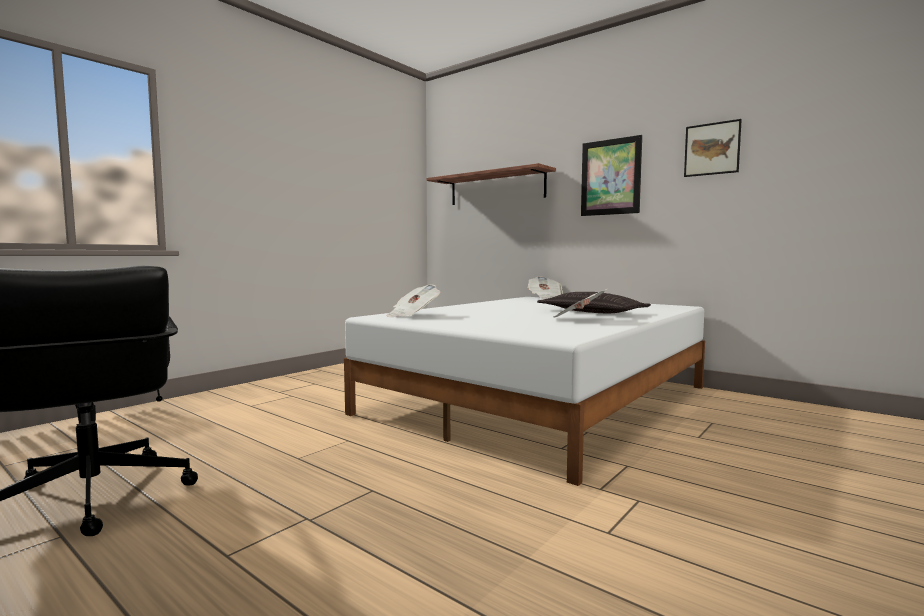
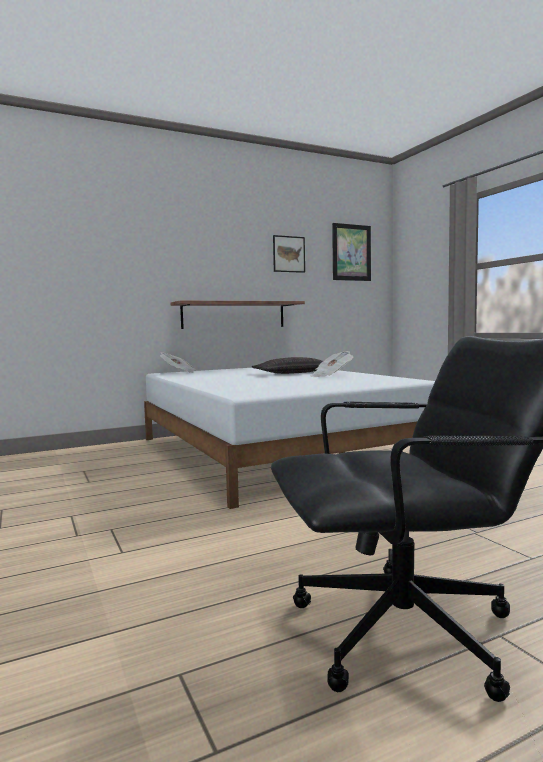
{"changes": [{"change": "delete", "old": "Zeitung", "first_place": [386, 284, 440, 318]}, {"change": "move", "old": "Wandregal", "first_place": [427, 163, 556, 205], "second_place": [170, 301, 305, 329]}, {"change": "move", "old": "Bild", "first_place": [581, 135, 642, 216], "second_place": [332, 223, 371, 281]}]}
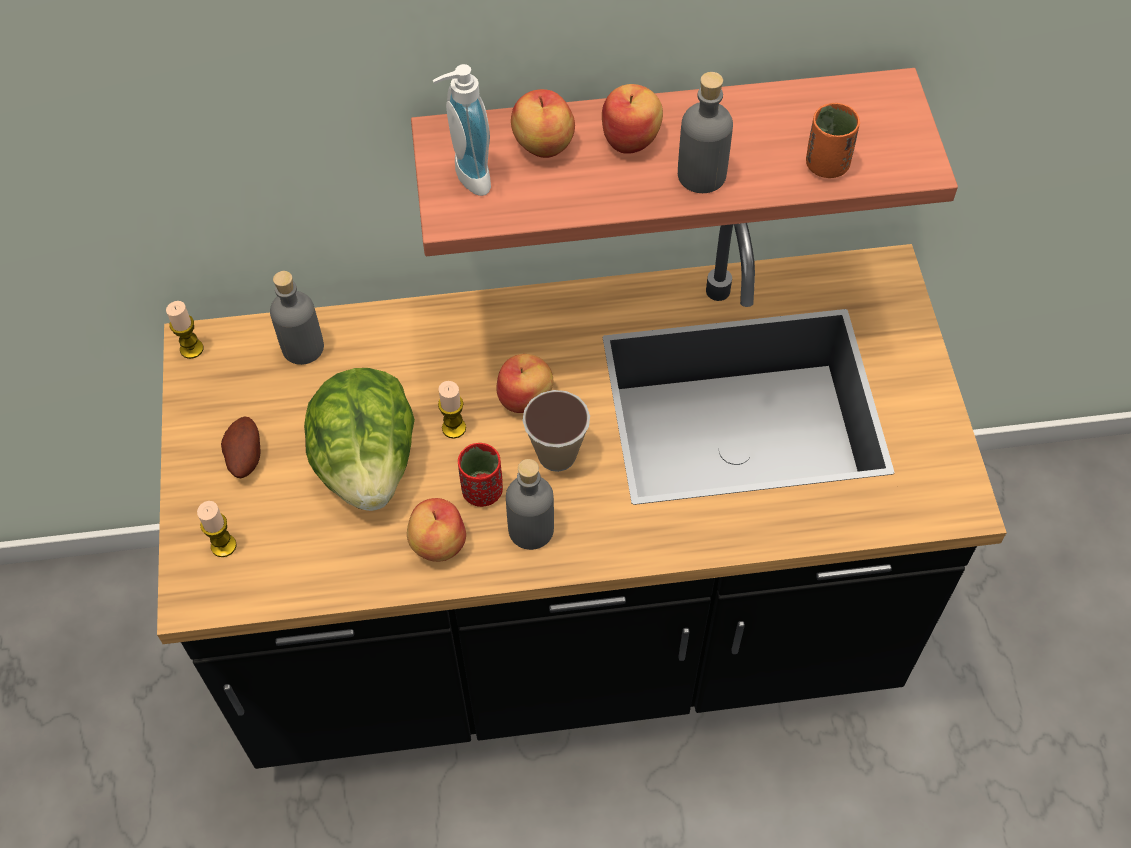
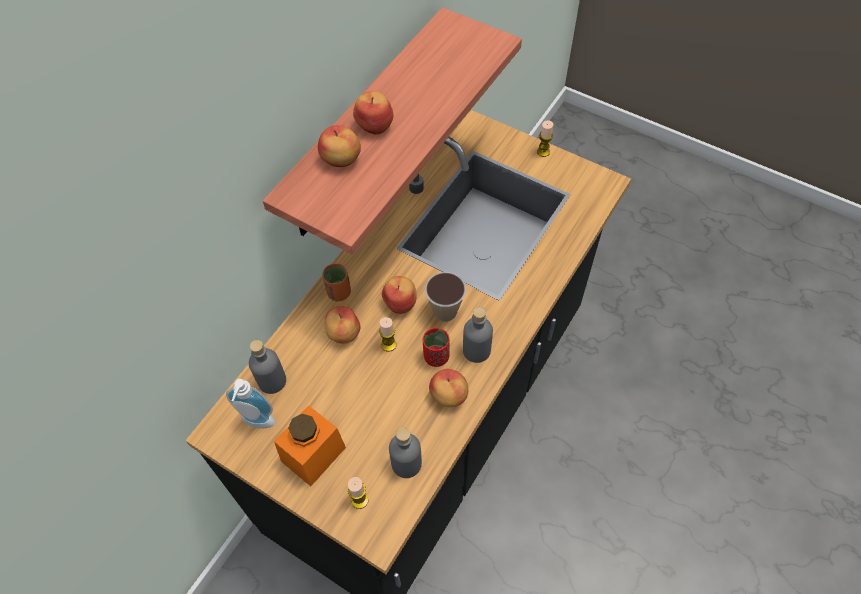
{"changes": [{"change": "move", "old": "Kerze", "first_place": [166, 301, 203, 359], "second_place": [537, 120, 553, 157]}, {"change": "replace", "old": "Kartoffel", "new": "Vorratsglas (orange)", "first_place": [221, 416, 260, 478], "second_place": [274, 405, 346, 486]}, {"change": "delete", "old": "Salatkopf", "first_place": [304, 368, 415, 511]}, {"change": "move", "old": "Seifenspender", "first_place": [433, 64, 491, 196], "second_place": [226, 379, 275, 429]}, {"change": "move", "old": "Flasche (grau)", "first_place": [678, 72, 733, 193], "second_place": [389, 427, 422, 478]}, {"change": "move", "old": "Tasse (orange)", "first_place": [806, 103, 860, 178], "second_place": [322, 263, 351, 302]}, {"change": "insert", "new": "Apfel", "second_place": [325, 306, 360, 344]}]}
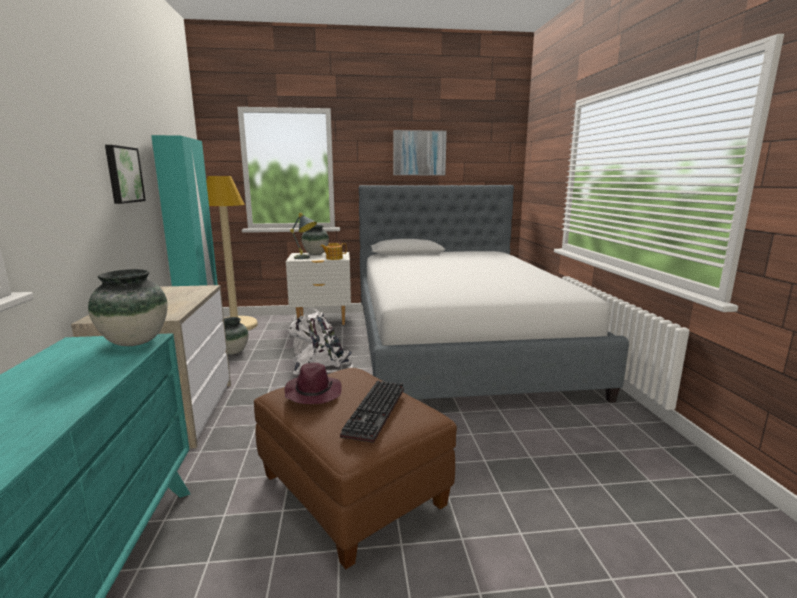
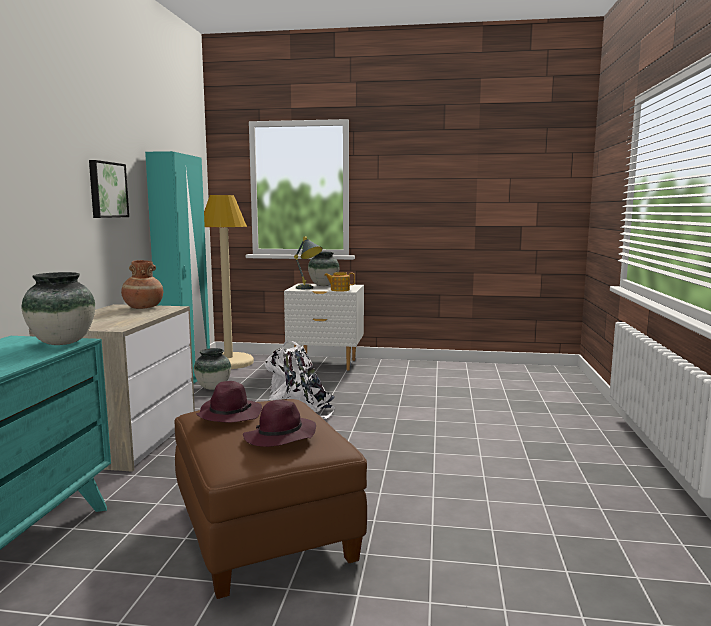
{"changes": [{"change": "replace", "old": "Tastatur", "new": "Hut (lila)", "first_place": [340, 380, 404, 443], "second_place": [243, 400, 316, 447]}, {"change": "delete", "old": "Bett", "first_place": [359, 185, 629, 403]}, {"change": "delete", "old": "Bild", "first_place": [393, 130, 447, 175]}, {"change": "insert", "new": "Vase (braun)", "second_place": [121, 260, 163, 309]}]}
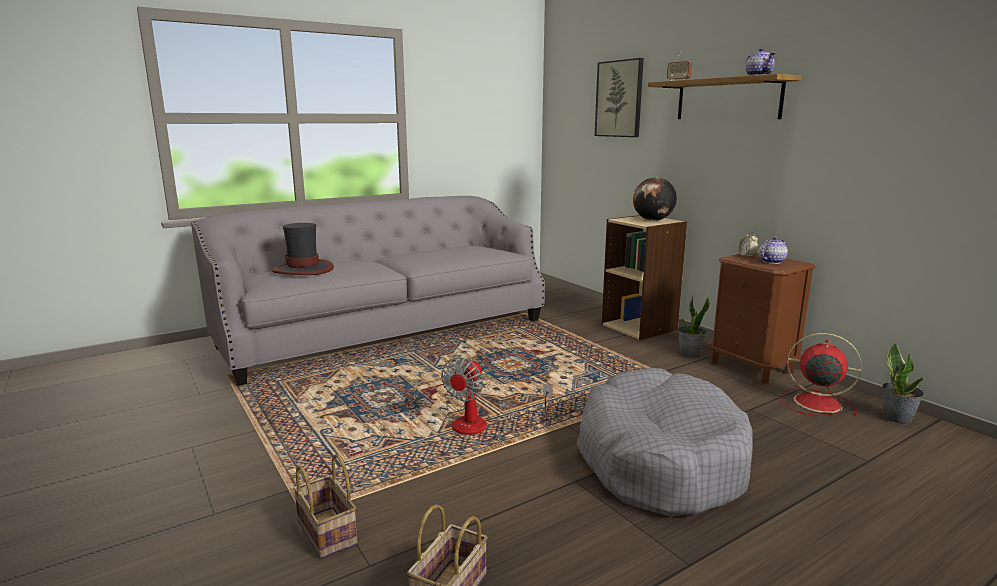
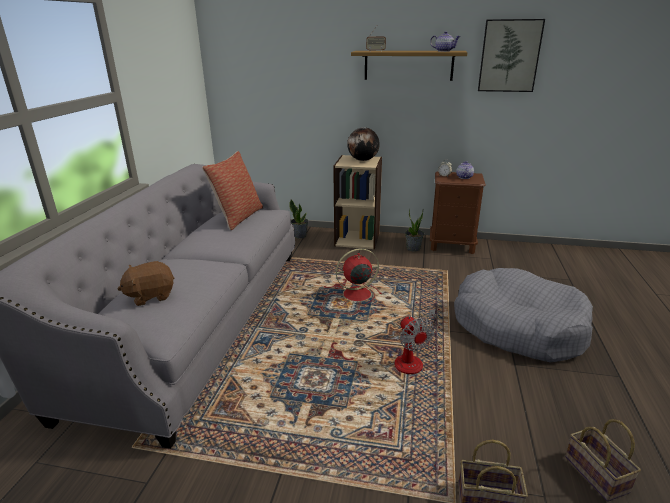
{"changes": [{"change": "replace", "old": "Hut", "new": "Plüschtier (braun)", "first_place": [272, 223, 334, 275], "second_place": [118, 261, 174, 306]}, {"change": "move", "old": "Bild", "first_place": [595, 58, 644, 137], "second_place": [478, 19, 545, 92]}, {"change": "move", "old": "Ventilator (rot)", "first_place": [782, 333, 862, 416], "second_place": [336, 248, 382, 305]}, {"change": "move", "old": "Topfpflanze", "first_place": [882, 342, 924, 425], "second_place": [289, 199, 309, 239]}, {"change": "insert", "new": "Kissen", "second_place": [202, 151, 263, 230]}]}
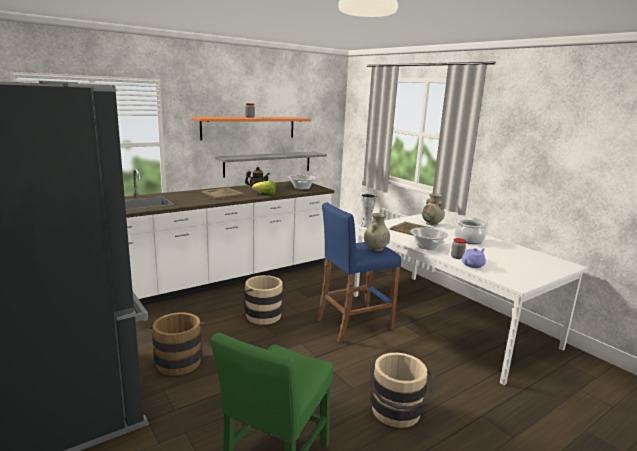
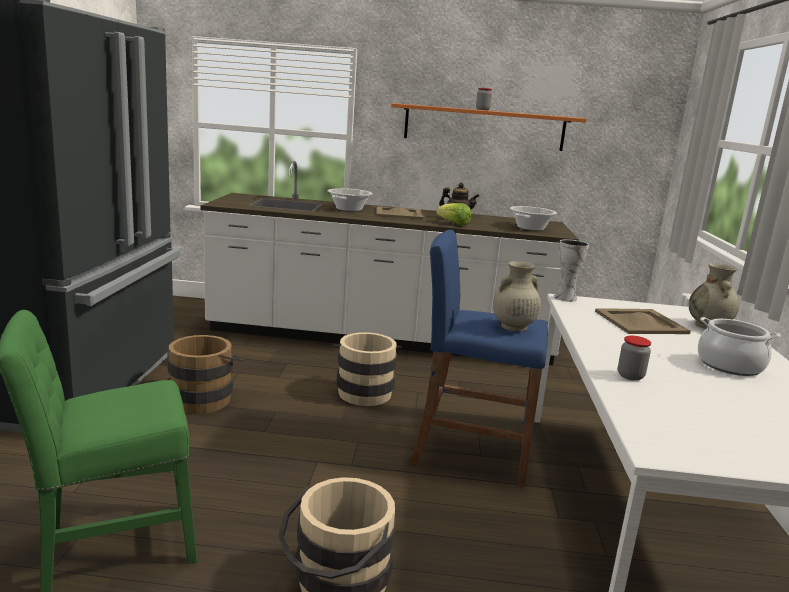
{"changes": [{"change": "delete", "old": "Wandregal (grau)", "first_place": [215, 152, 327, 178]}, {"change": "move", "old": "Kochtopf", "first_place": [410, 227, 448, 250], "second_place": [328, 188, 372, 211]}, {"change": "delete", "old": "Teekanne (lila)", "first_place": [462, 248, 486, 268]}]}
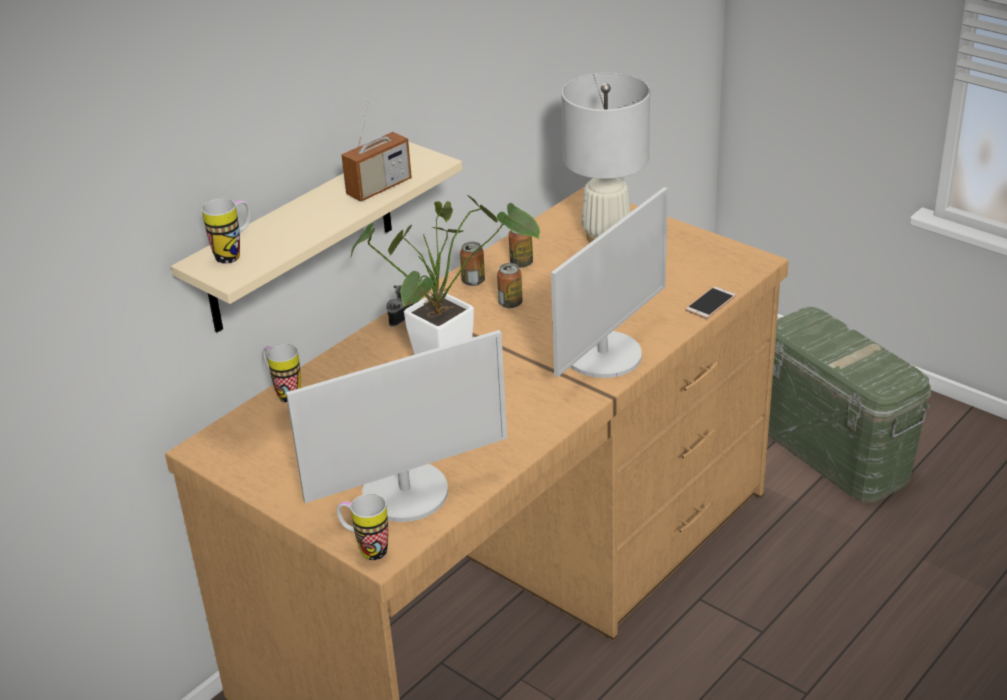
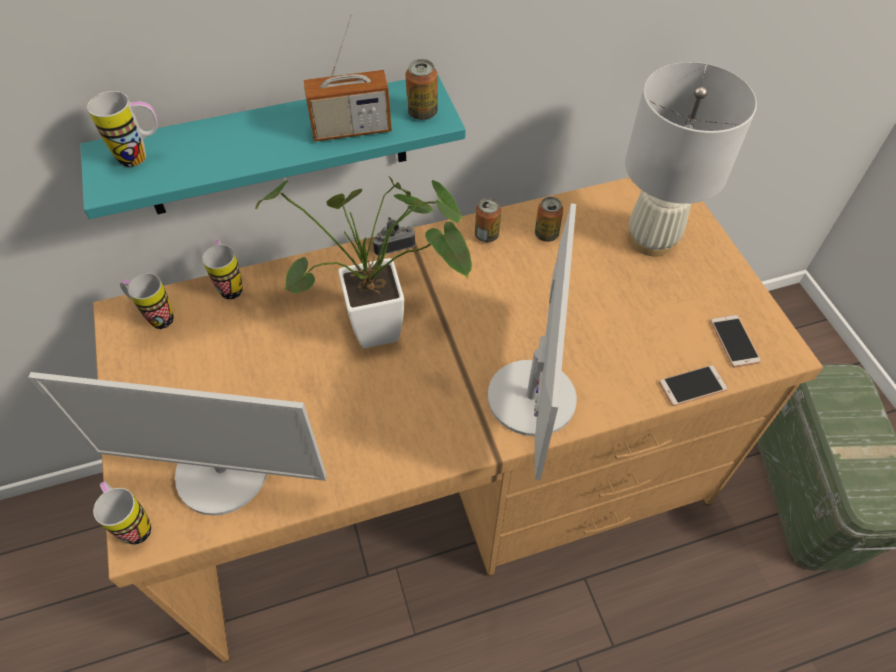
{"changes": [{"change": "recolor", "old": "Wandregal (beige)", "new": "Wandregal (türkis)", "first_place": [171, 141, 463, 332], "second_place": [80, 74, 466, 219]}, {"change": "move", "old": "Dose", "first_place": [497, 263, 522, 308], "second_place": [406, 59, 438, 120]}, {"change": "rotate", "old": "Monitor", "first_place": [551, 187, 668, 378], "second_place": [488, 203, 577, 480], "degrees": -60}, {"change": "insert", "new": "Henkelbecher", "second_place": [120, 274, 174, 329]}, {"change": "insert", "new": "Handy", "second_place": [710, 315, 761, 367]}]}
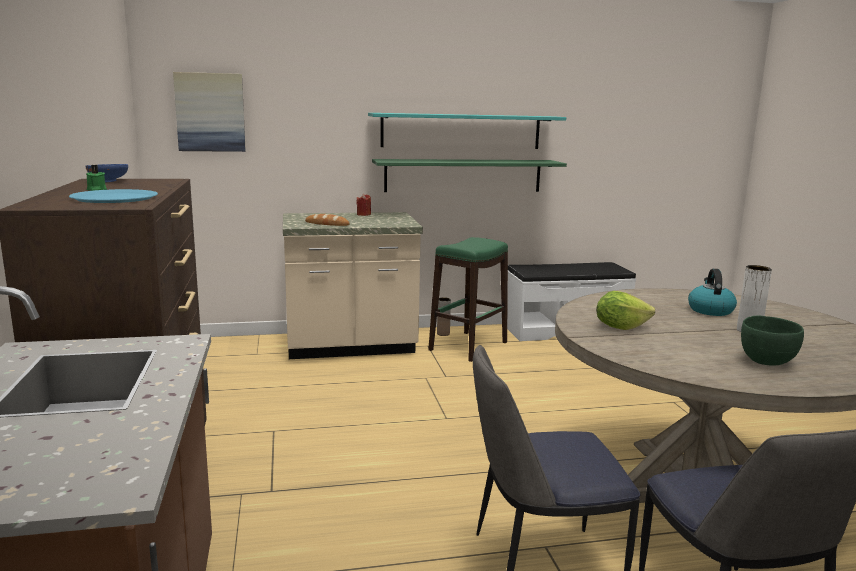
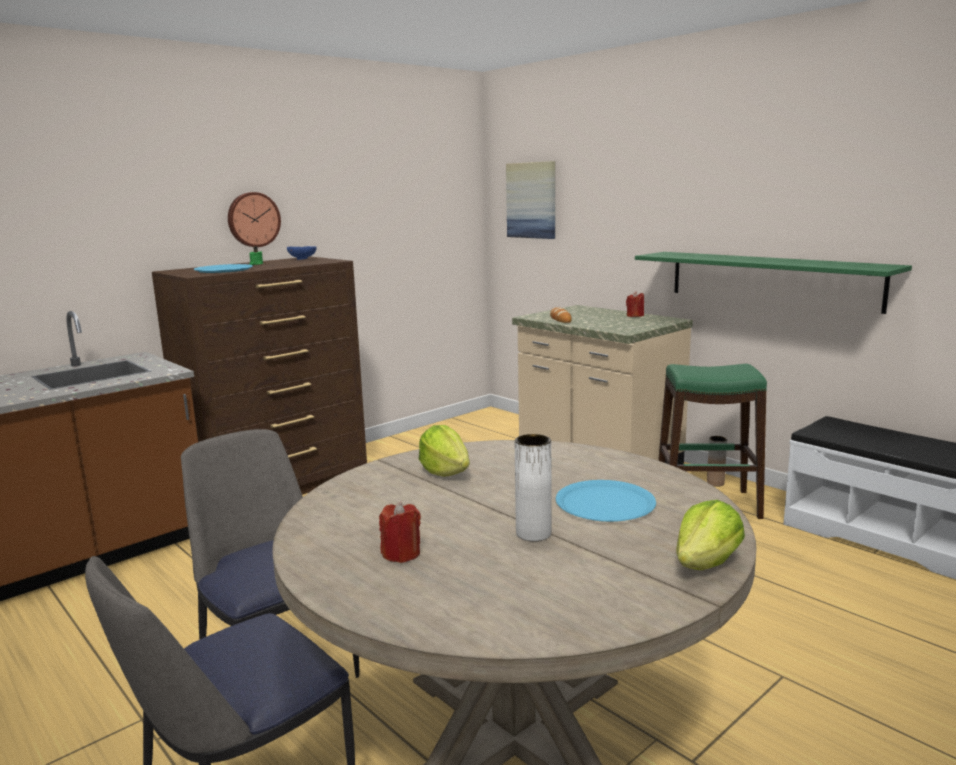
{"changes": [{"change": "delete", "old": "Wandregal (türkis)", "first_place": [368, 113, 566, 149]}, {"change": "replace", "old": "Wasserkessel", "new": "Teller (blau)", "first_place": [688, 269, 737, 316], "second_place": [556, 480, 656, 522]}, {"change": "replace", "old": "Schüssel (grün)", "new": "Kerze (rot)", "first_place": [741, 316, 804, 366], "second_place": [379, 502, 421, 563]}, {"change": "insert", "new": "Wanduhr", "second_place": [228, 192, 281, 247]}, {"change": "insert", "new": "Salatkopf", "second_place": [676, 500, 745, 570]}]}
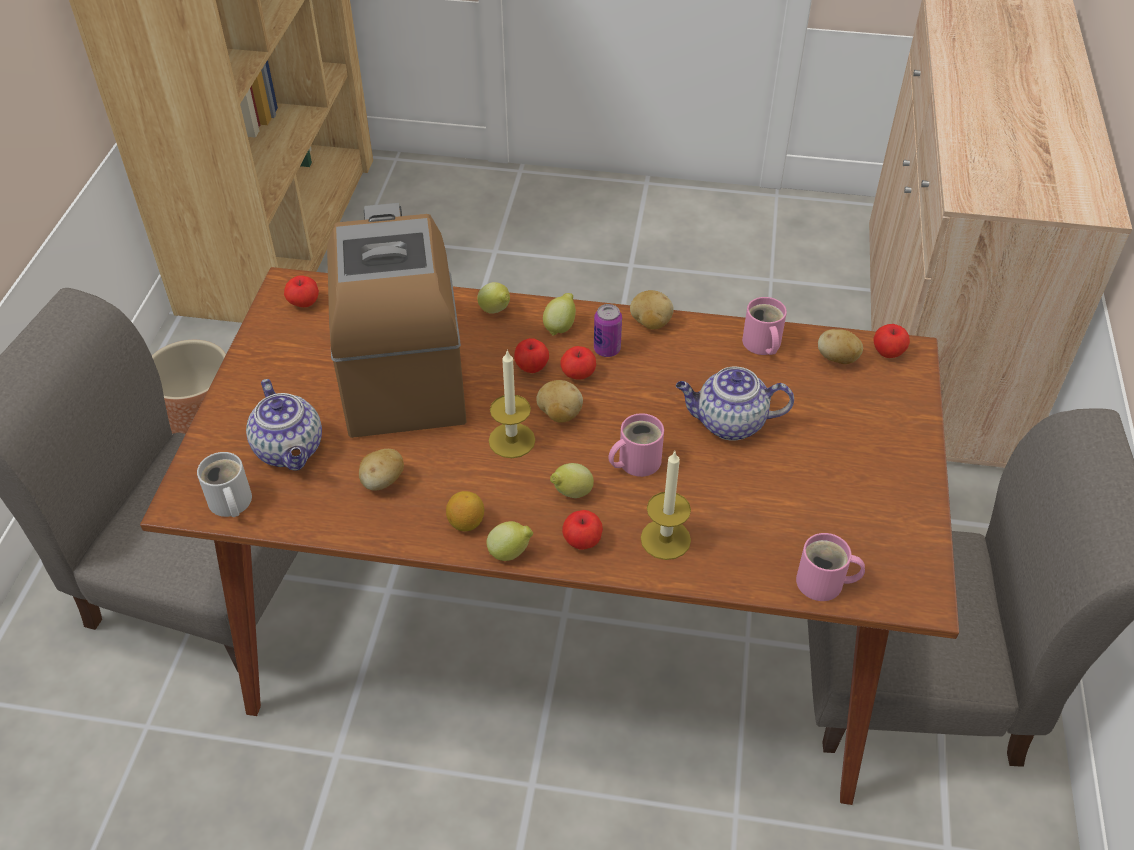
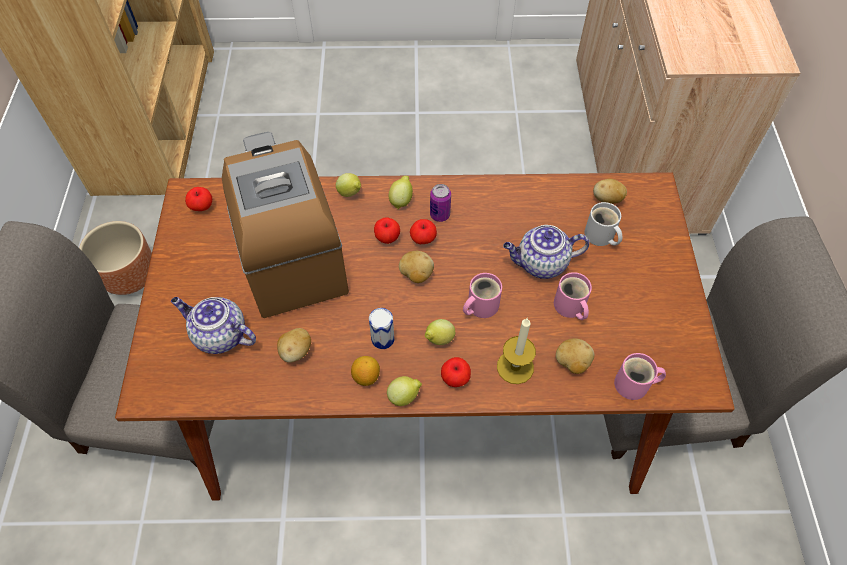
{"changes": [{"change": "move", "old": "Henkelbecher (weiß)", "first_place": [197, 452, 252, 517], "second_place": [584, 202, 622, 246]}, {"change": "rotate", "old": "Teekanne", "first_place": [246, 379, 322, 470], "second_place": [171, 297, 256, 354], "degrees": 150}, {"change": "delete", "old": "Kerze", "first_place": [489, 349, 535, 458]}, {"change": "move", "old": "Kartoffel", "first_place": [630, 290, 674, 329], "second_place": [556, 338, 594, 374]}, {"change": "move", "old": "Henkelbecher (rosa)", "first_place": [742, 297, 787, 355], "second_place": [554, 272, 592, 320]}, {"change": "delete", "old": "Apfel", "first_place": [873, 324, 910, 358]}, {"change": "insert", "new": "Dose", "second_place": [369, 308, 394, 349]}]}
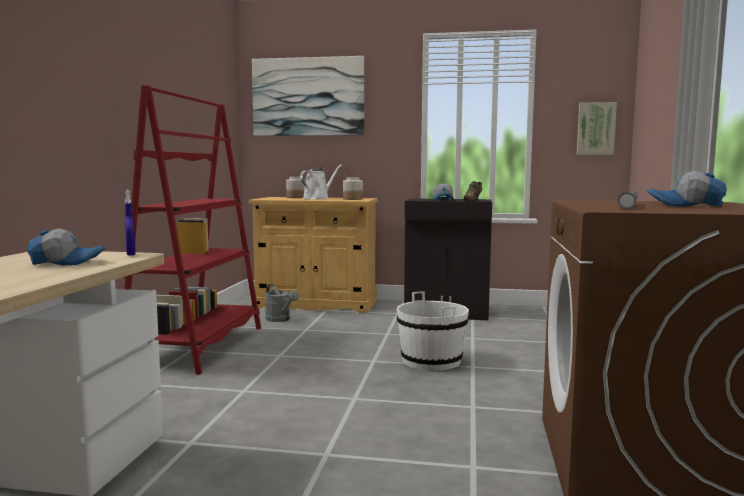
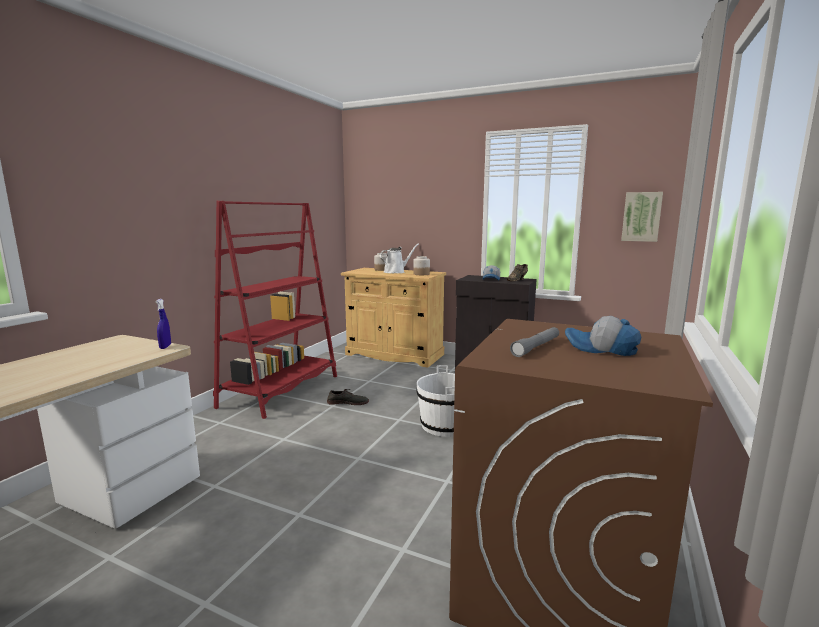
{"changes": [{"change": "delete", "old": "Kappe", "first_place": [27, 228, 105, 266]}, {"change": "delete", "old": "Bild", "first_place": [252, 56, 364, 136]}, {"change": "delete", "old": "Gießkanne (grau)", "first_place": [265, 284, 299, 322]}, {"change": "insert", "new": "Schuh (grau)", "second_place": [327, 389, 369, 405]}]}
